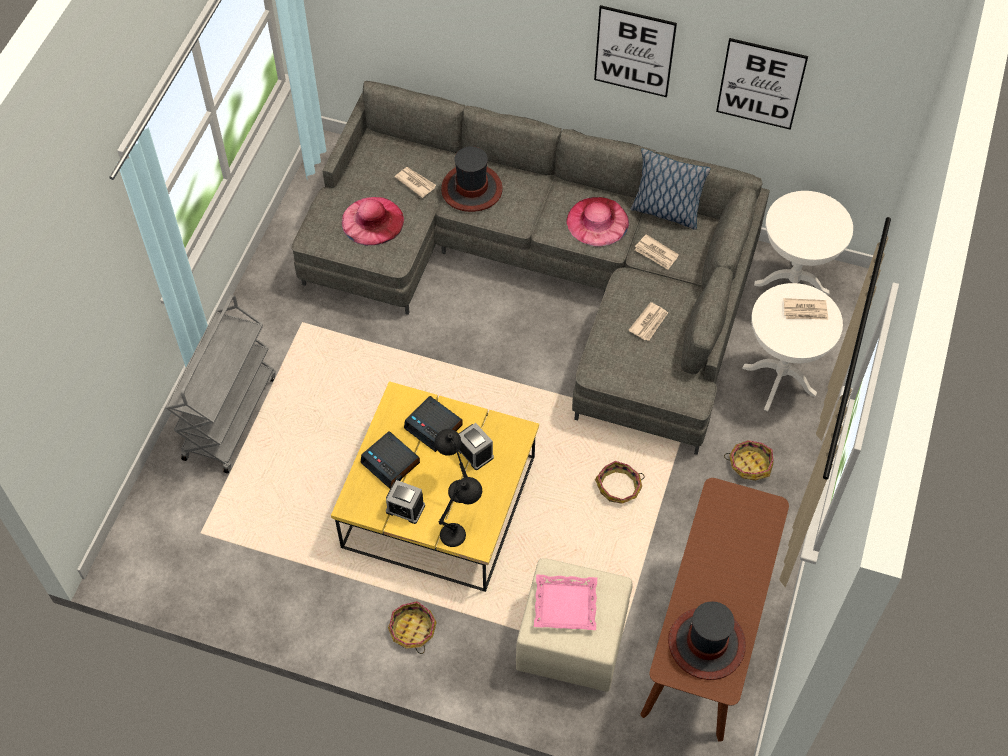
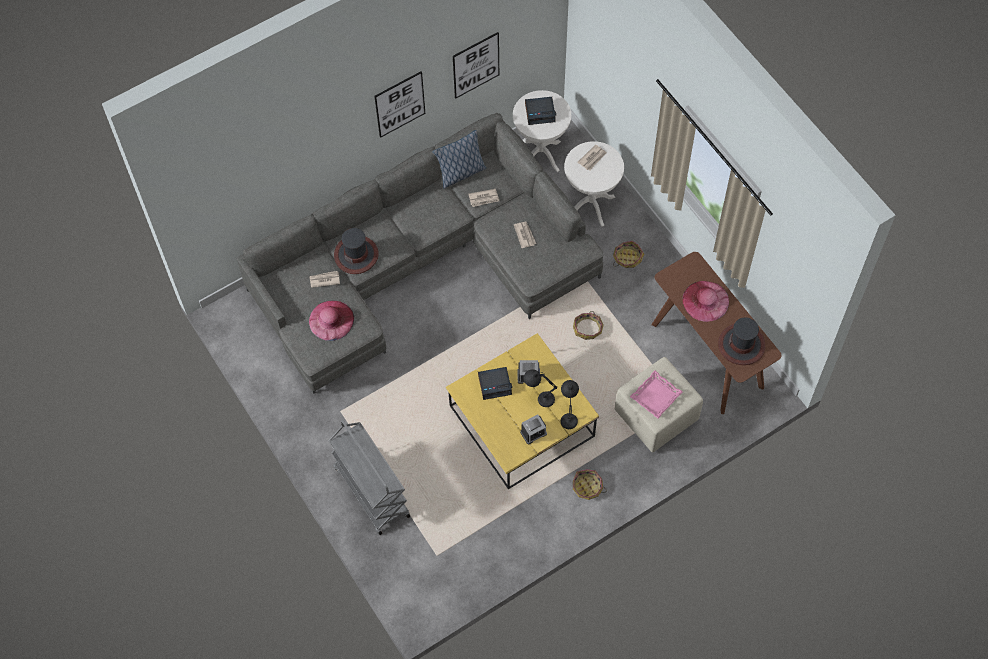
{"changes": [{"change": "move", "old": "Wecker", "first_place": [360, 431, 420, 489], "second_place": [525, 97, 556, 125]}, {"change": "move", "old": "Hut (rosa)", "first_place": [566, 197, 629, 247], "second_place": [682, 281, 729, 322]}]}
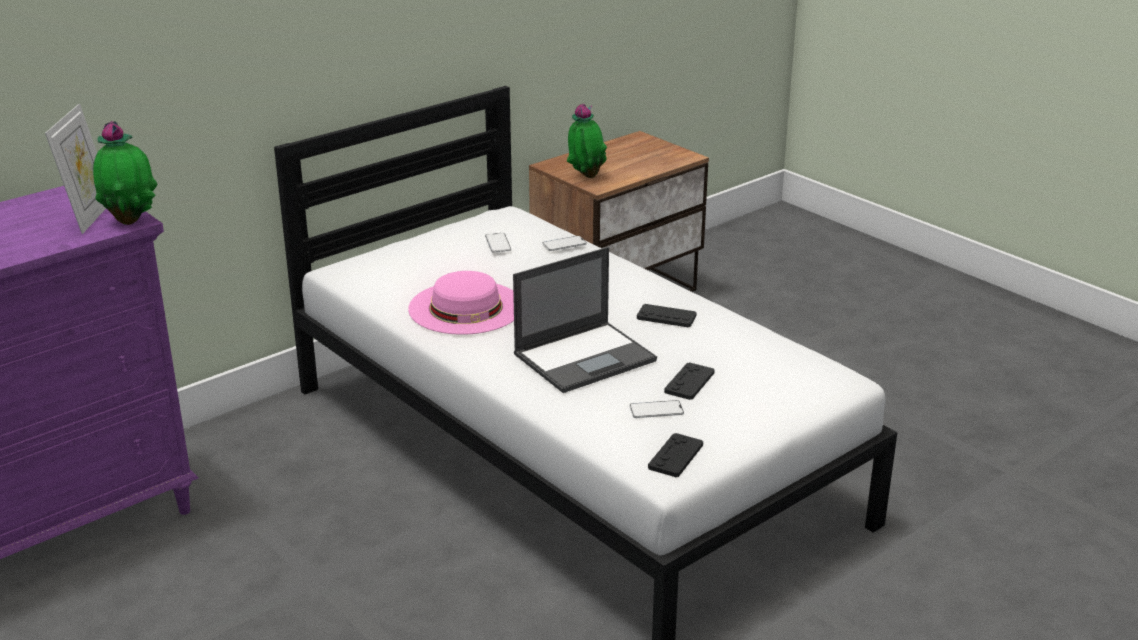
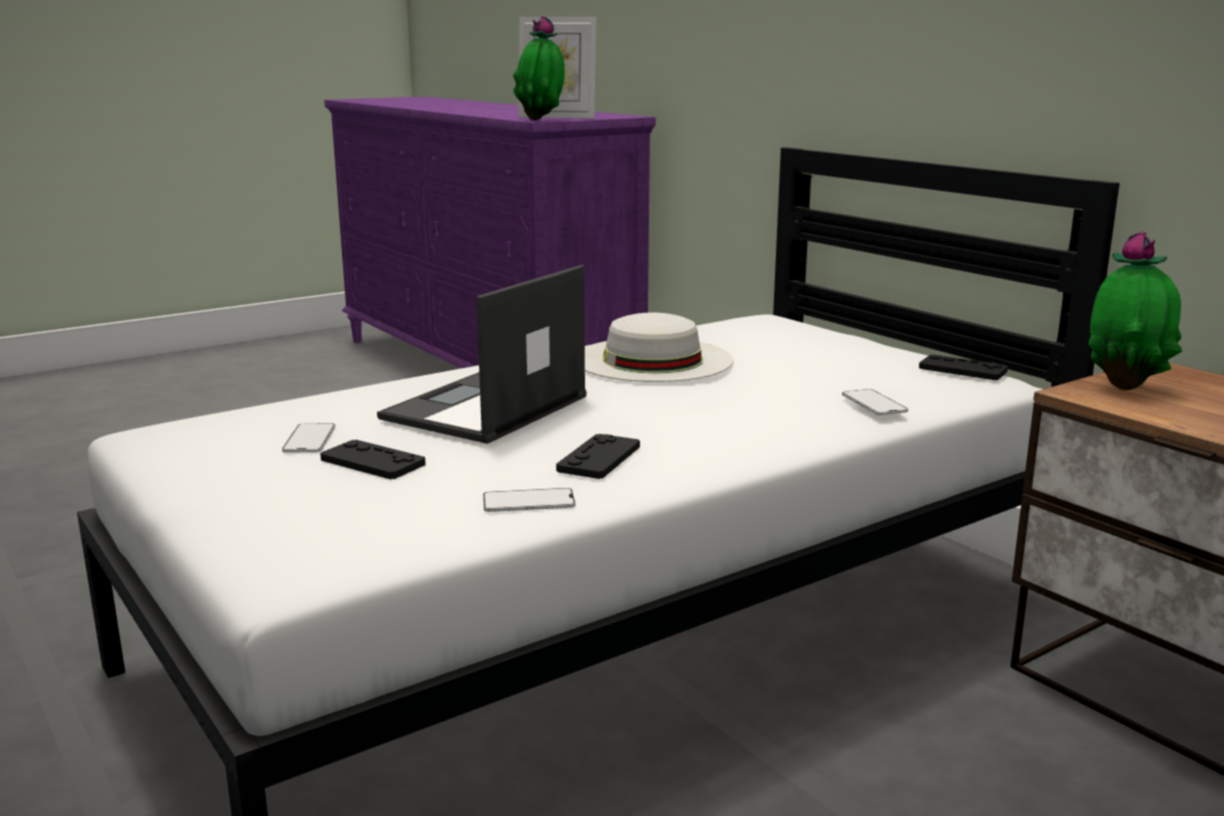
{"changes": [{"change": "recolor", "old": "Hut (rosa)", "new": "Hut (weiß)", "first_place": [408, 271, 514, 335], "second_place": [585, 313, 733, 382]}, {"change": "move", "old": "Handy", "first_place": [485, 233, 511, 252], "second_place": [483, 488, 576, 512]}, {"change": "rotate", "old": "Laptop", "first_place": [513, 247, 657, 393], "second_place": [377, 265, 587, 444], "degrees": 60}, {"change": "move", "old": "Gamepad (schwarz)", "first_place": [648, 433, 703, 477], "second_place": [919, 355, 1008, 380]}]}
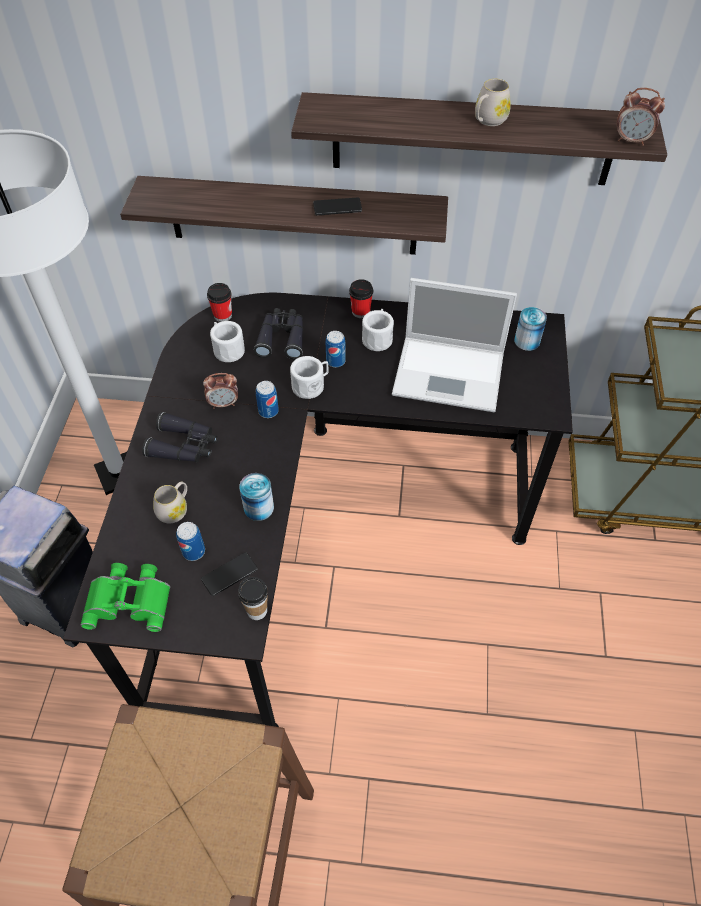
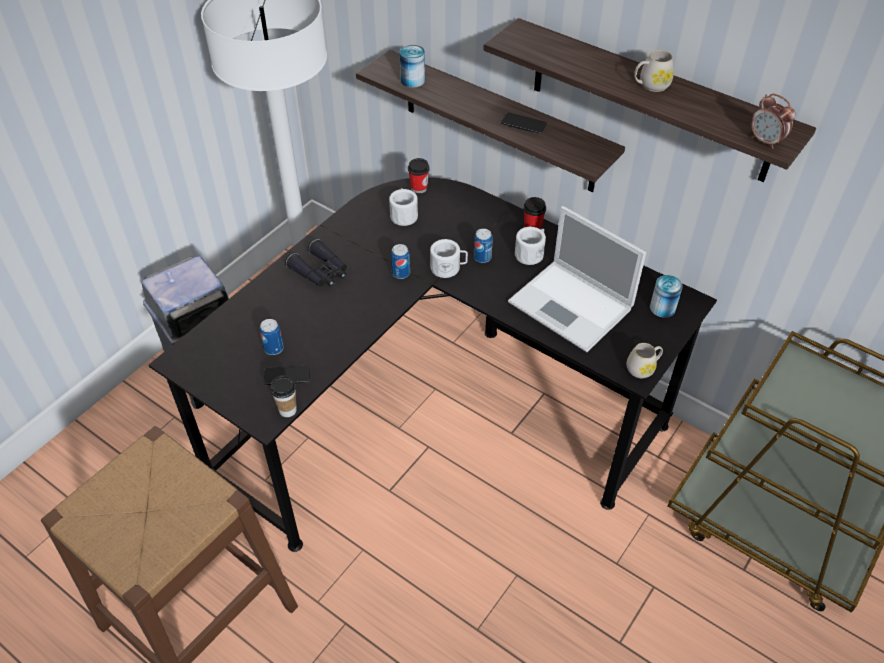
{"changes": [{"change": "delete", "old": "Fernglas (grün)", "first_place": [81, 563, 170, 632]}, {"change": "move", "old": "Henkelbecher (weiß)", "first_place": [153, 481, 187, 524], "second_place": [627, 343, 663, 378]}, {"change": "delete", "old": "Wecker", "first_place": [203, 373, 238, 409]}, {"change": "move", "old": "Dose", "first_place": [239, 473, 274, 521], "second_place": [400, 45, 425, 88]}, {"change": "delete", "old": "Fernglas (schwarz)", "first_place": [254, 308, 303, 359]}]}
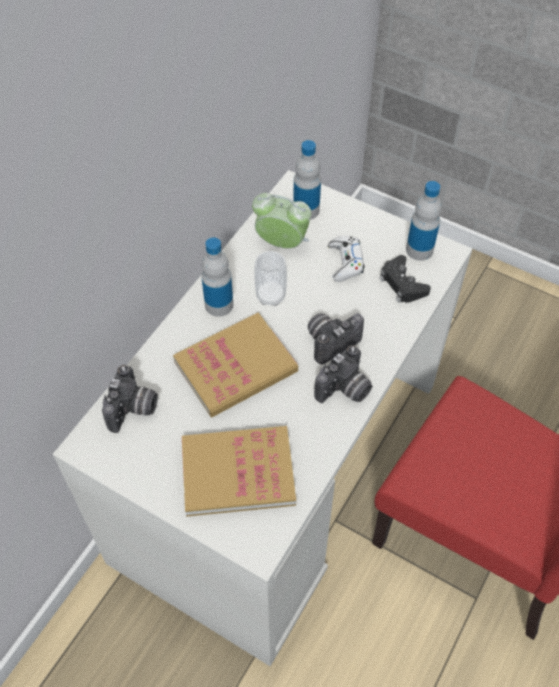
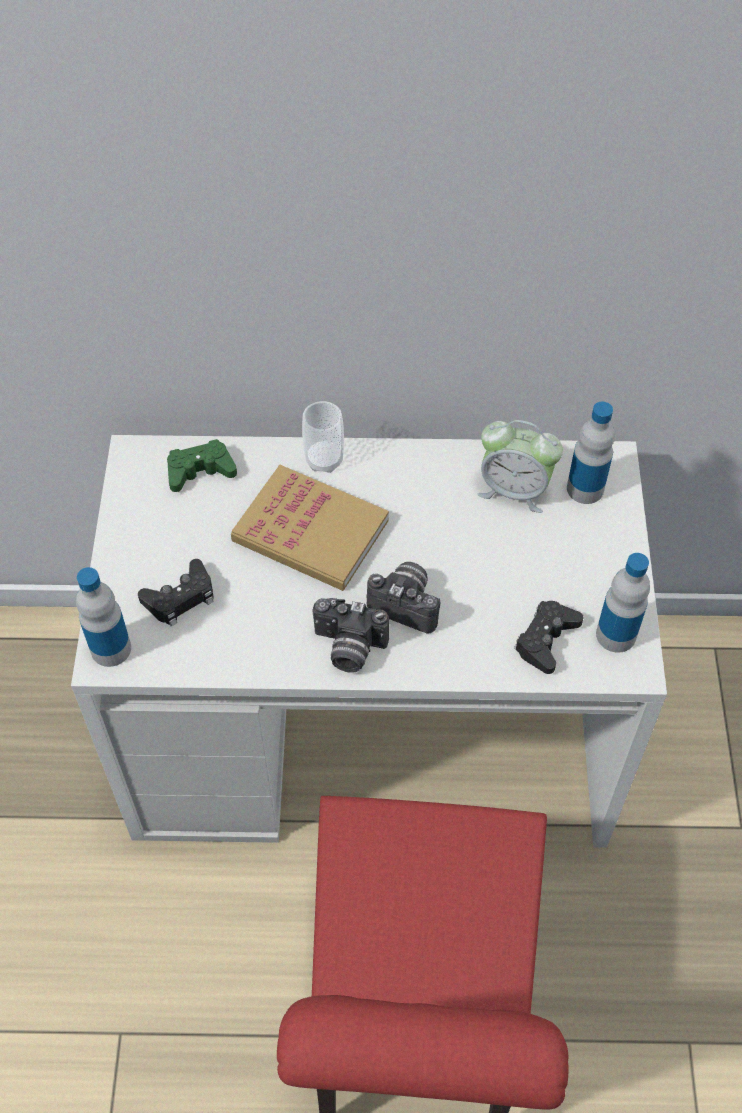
{"changes": [{"change": "replace", "old": "Kamera", "new": "Gamepad (grün)", "first_place": [102, 365, 158, 433], "second_place": [167, 439, 237, 492]}, {"change": "replace", "old": "Buch", "new": "Gamepad (schwarz)", "first_place": [182, 426, 296, 517], "second_place": [138, 559, 214, 626]}, {"change": "move", "old": "Flasche", "first_place": [201, 237, 233, 317], "second_place": [76, 567, 131, 667]}, {"change": "rotate", "old": "Wecker", "first_place": [252, 193, 311, 248], "second_place": [478, 420, 563, 513], "degrees": 120}, {"change": "move", "old": "Tasse", "first_place": [254, 251, 287, 306], "second_place": [302, 401, 344, 473]}, {"change": "delete", "old": "Gamepad (weiß)", "first_place": [328, 236, 364, 282]}]}
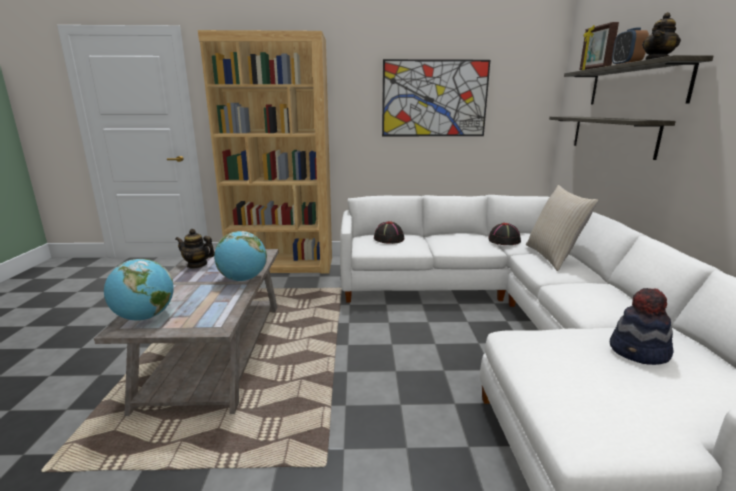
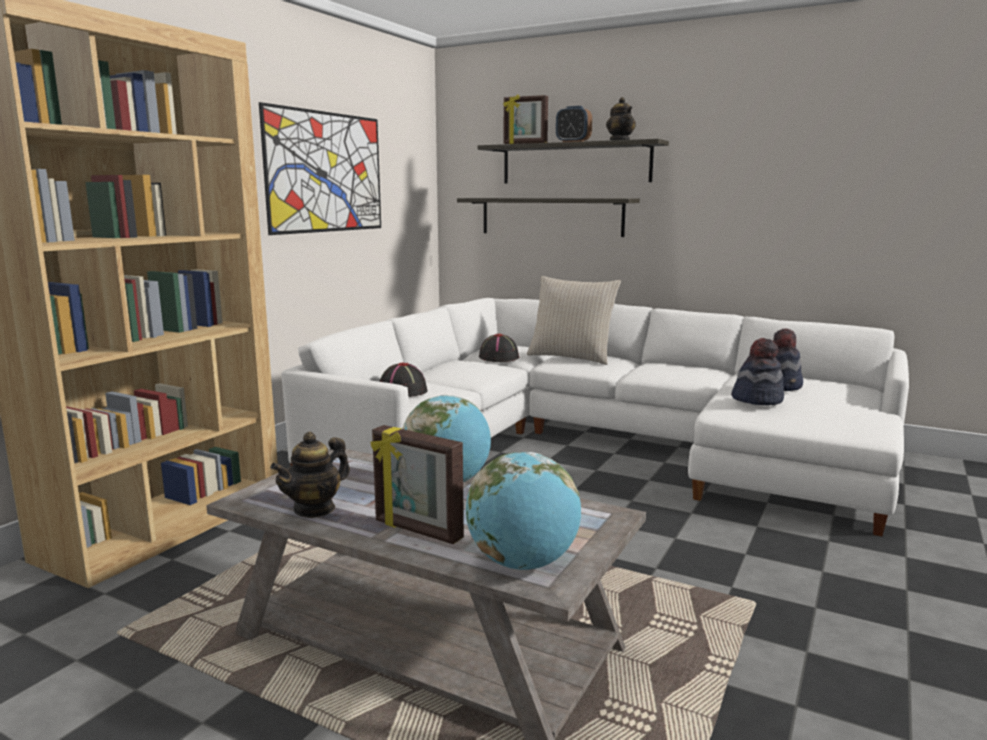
{"changes": [{"change": "insert", "new": "Bilderrahmen", "second_place": [371, 425, 464, 544]}, {"change": "insert", "new": "Hut", "second_place": [731, 338, 784, 405]}]}
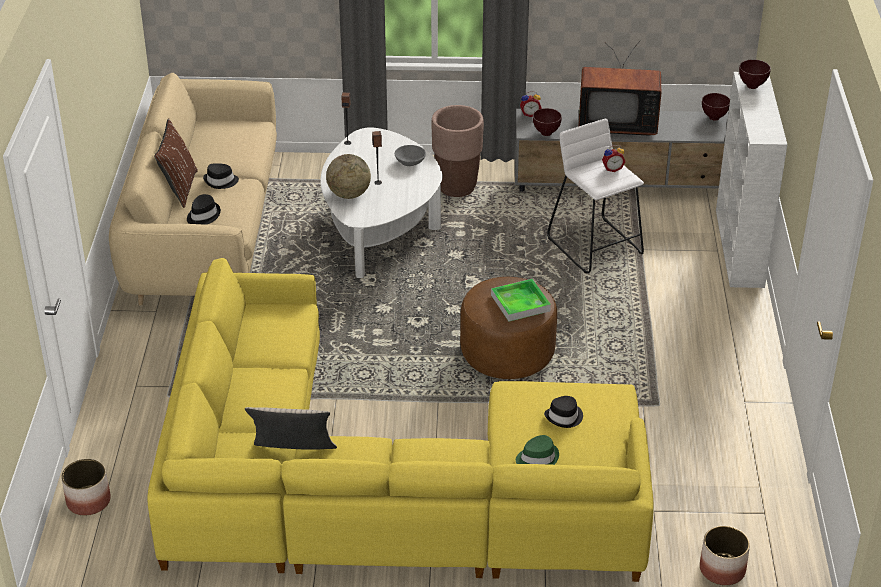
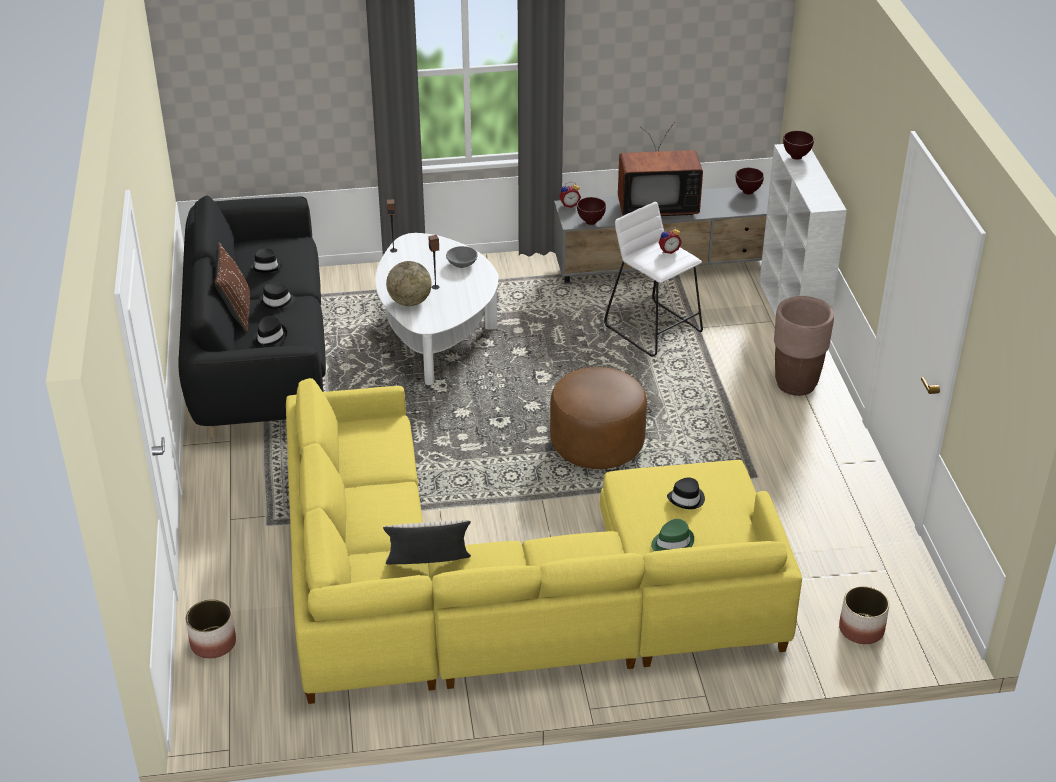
{"changes": [{"change": "recolor", "old": "Sofa (beige)", "new": "Sofa (schwarz)", "first_place": [109, 73, 277, 306], "second_place": [178, 196, 326, 437]}, {"change": "move", "old": "Pflanzkübel (braun)", "first_place": [431, 105, 484, 197], "second_place": [774, 296, 834, 396]}, {"change": "delete", "old": "Tablett", "first_place": [491, 279, 551, 322]}, {"change": "insert", "new": "Hut (schwarz)", "second_place": [251, 248, 282, 273]}]}
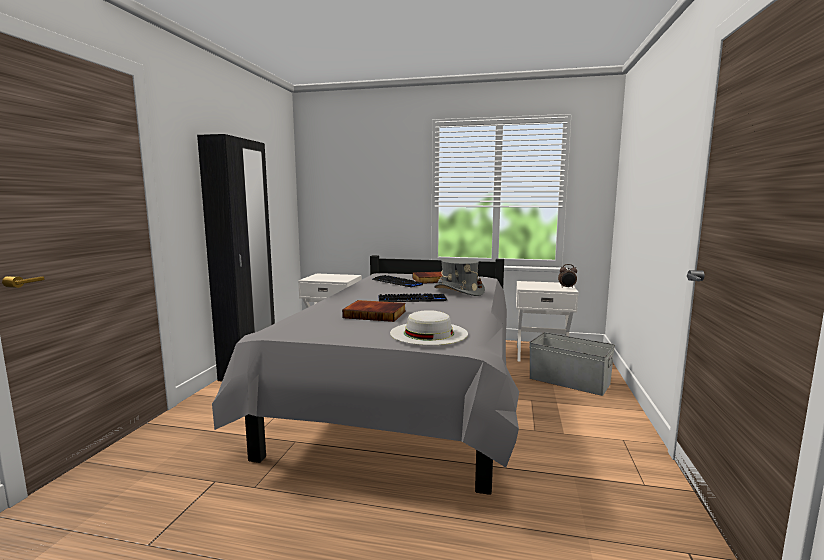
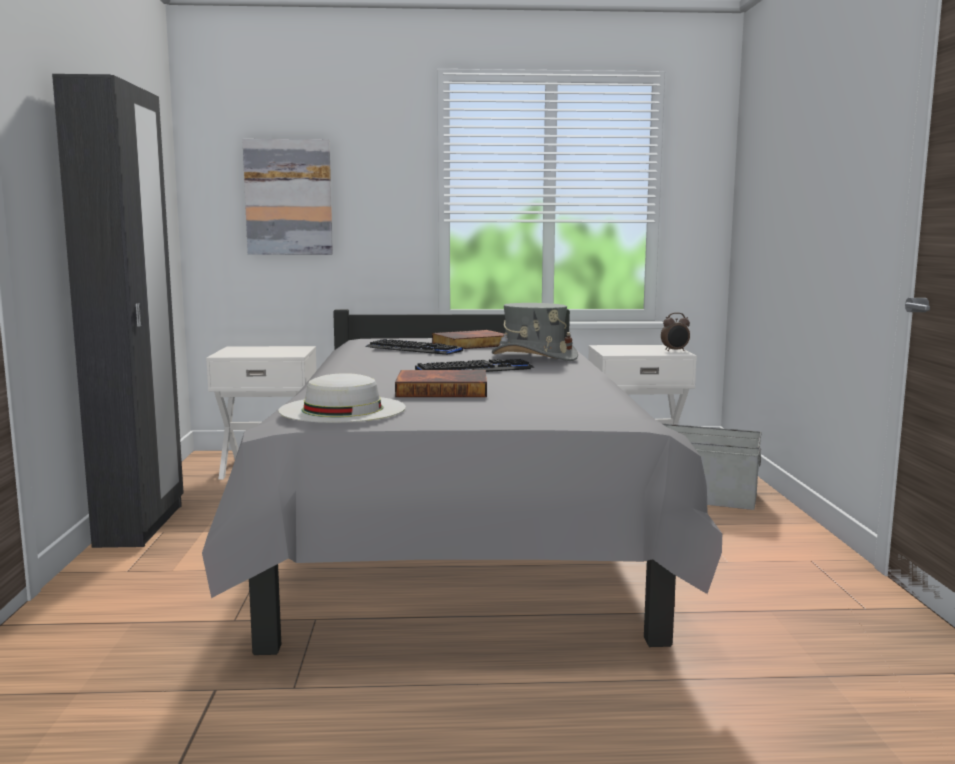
{"changes": [{"change": "move", "old": "Hut (weiß)", "first_place": [390, 310, 468, 345], "second_place": [278, 373, 406, 423]}, {"change": "insert", "new": "Bild", "second_place": [242, 139, 333, 255]}]}
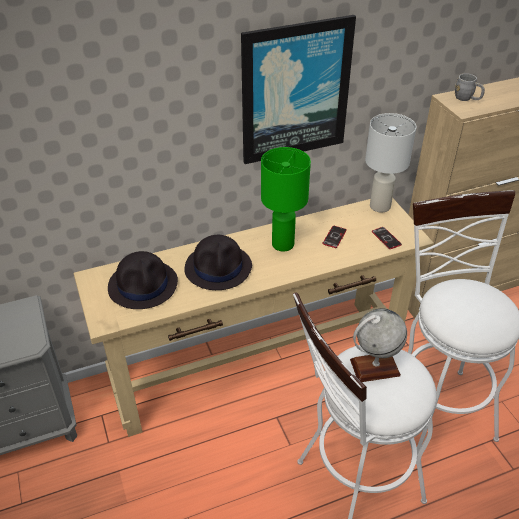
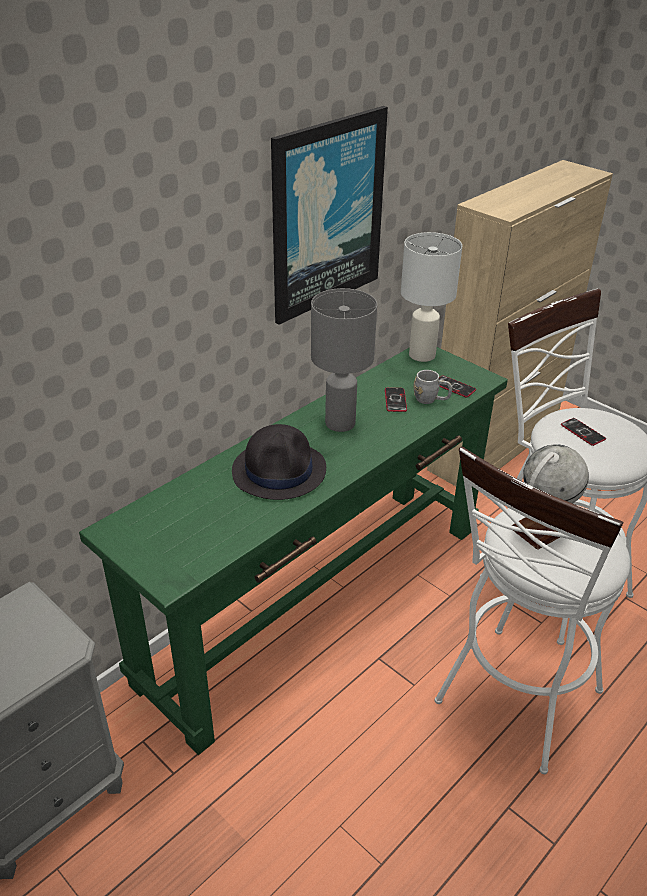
{"changes": [{"change": "recolor", "old": "Konsolentisch (beige)", "new": "Konsolentisch (grün)", "first_place": [73, 198, 434, 437], "second_place": [79, 347, 508, 755]}, {"change": "delete", "old": "Hut (schwarz)", "first_place": [108, 251, 178, 309]}, {"change": "recolor", "old": "Tischlampe (grün)", "new": "Tischlampe (grau)", "first_place": [261, 147, 311, 251], "second_place": [311, 288, 377, 432]}, {"change": "move", "old": "Henkelbecher (grau)", "first_place": [455, 73, 485, 101], "second_place": [414, 370, 452, 404]}, {"change": "insert", "new": "Handy", "second_place": [561, 418, 606, 446]}]}
